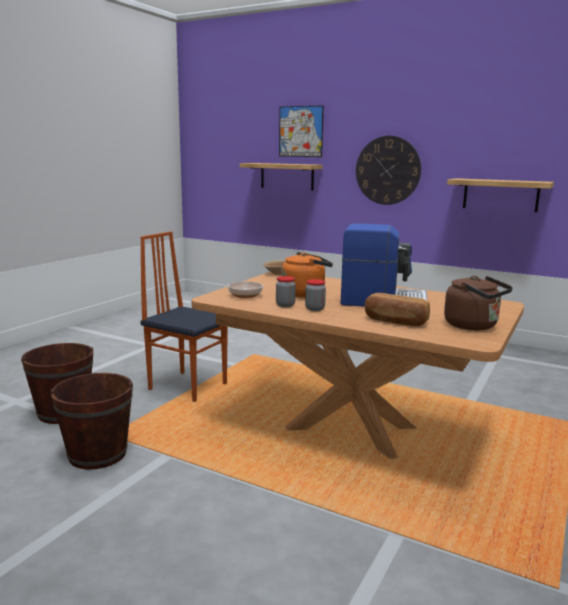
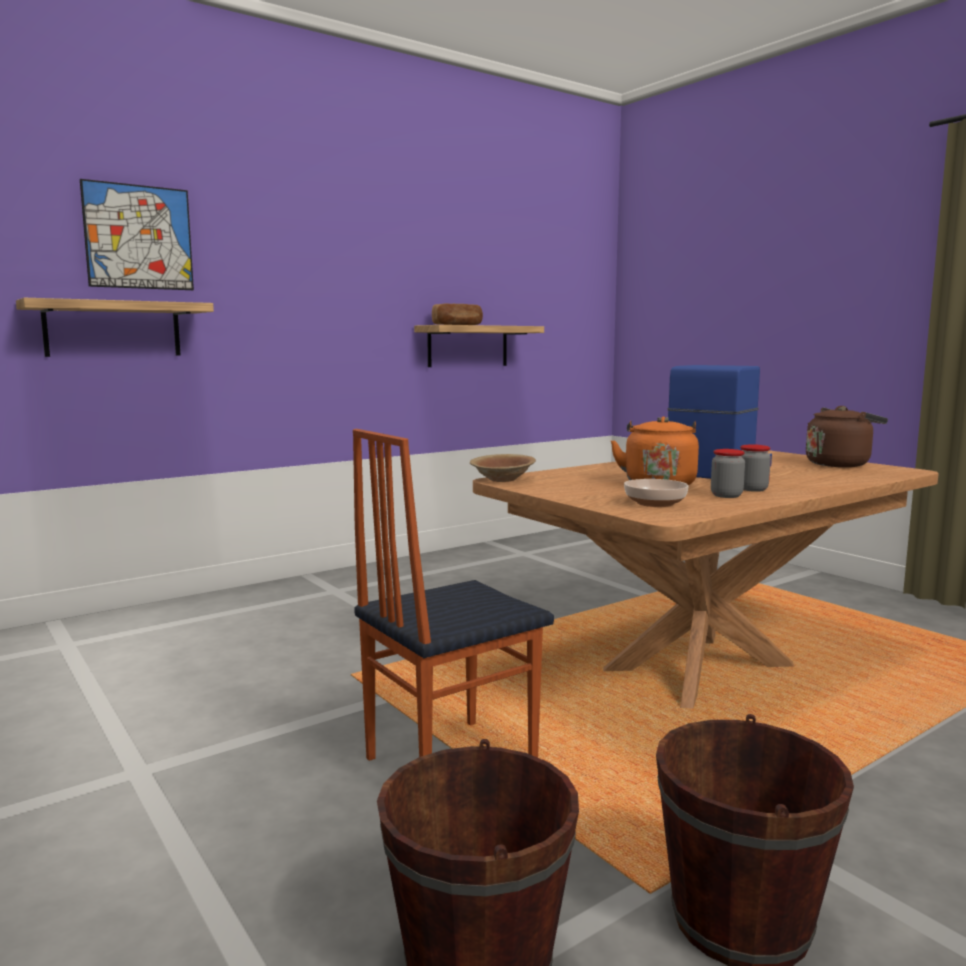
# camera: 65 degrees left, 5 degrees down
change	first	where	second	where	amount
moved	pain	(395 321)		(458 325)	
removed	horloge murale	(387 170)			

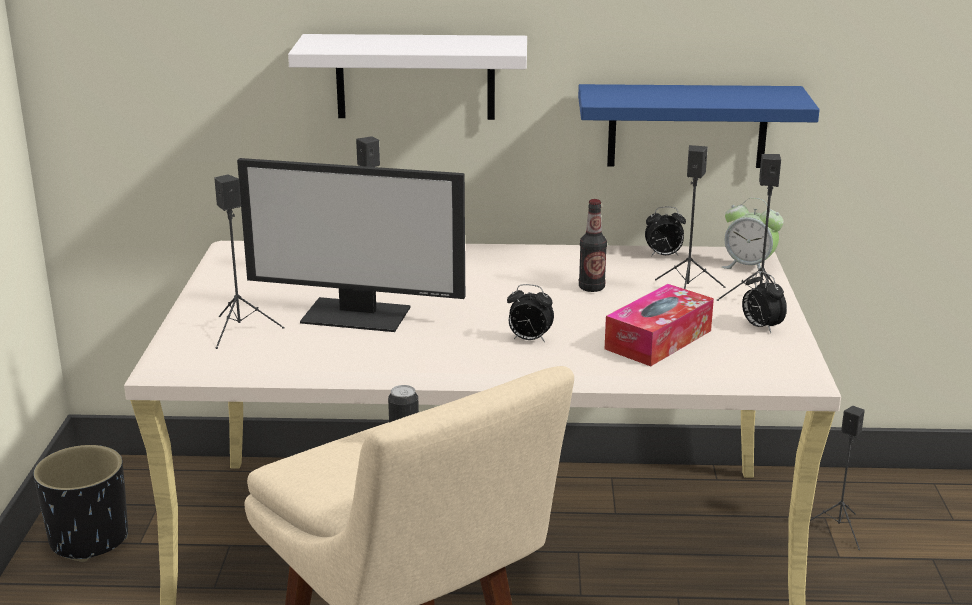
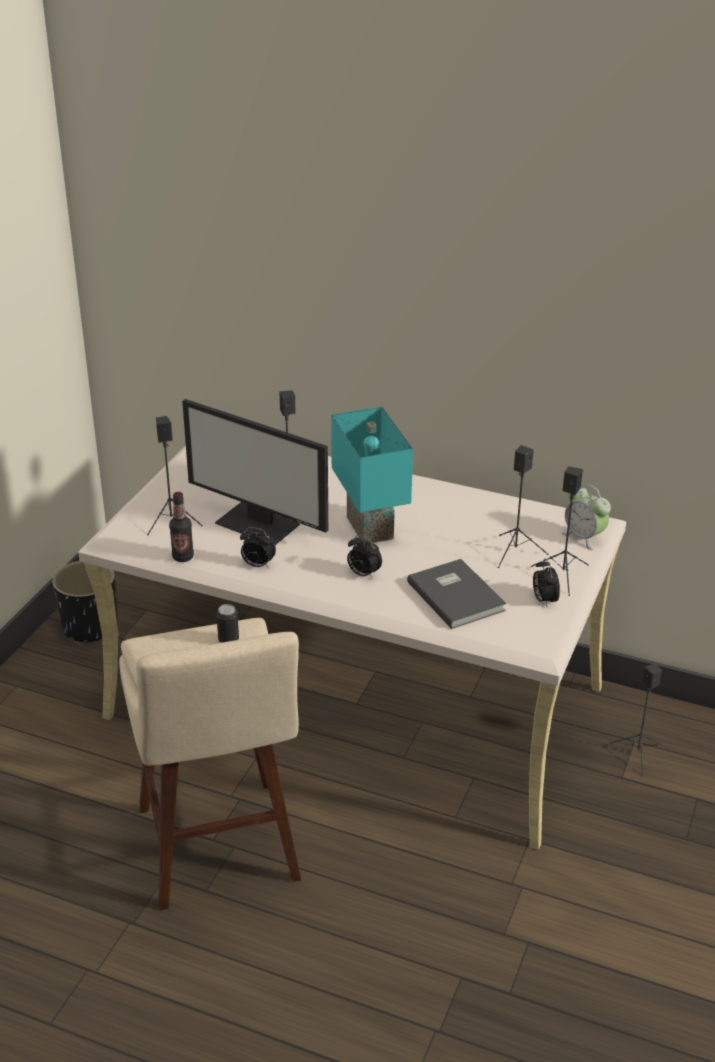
# camera: 20 degrees right, 10 degrees up
change	first	where	second	where	amount
moved	bouteille	(591 288)		(183 557)	
moved	réveil	(663 255)		(257 565)	
added			lampe de table (turquoise)	(366 528)	
replaced	boîte à mouchoirs	(658 340)	livre (gris)	(457 595)	
removed	étagère (blanc)	(415 76)			
removed	étagère (bleu)	(687 126)			

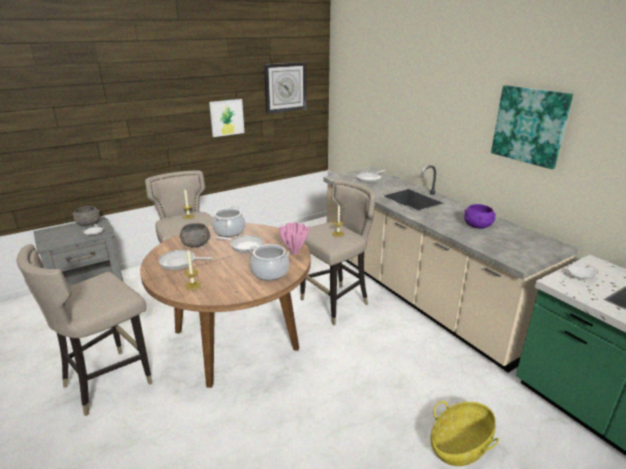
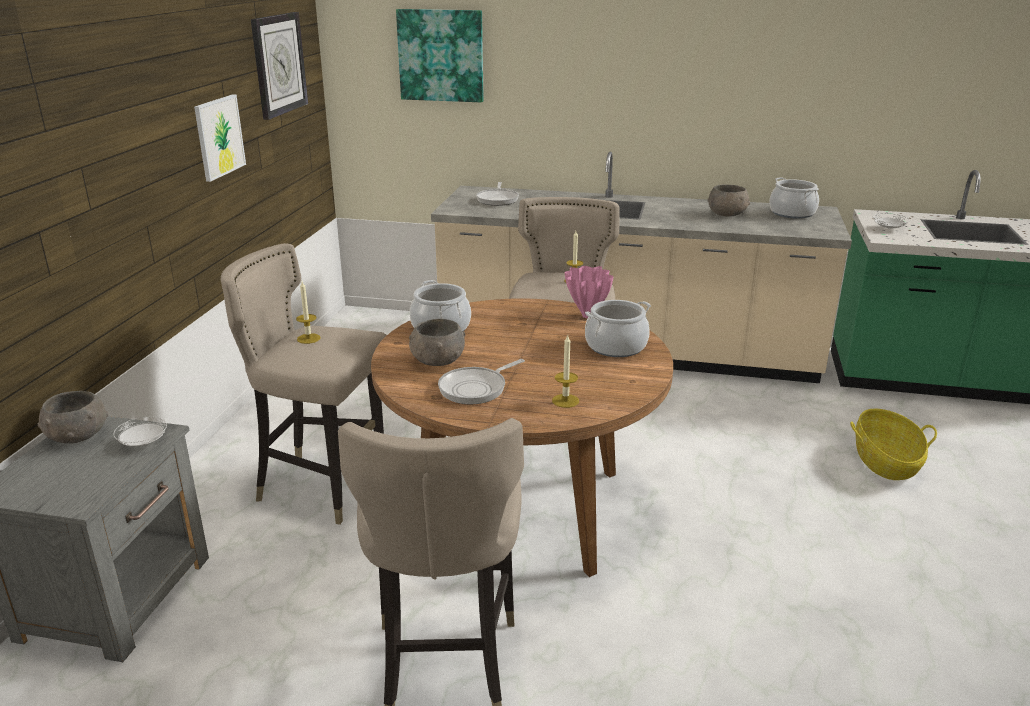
# camera: 45 degrees left, 0 degrees up
change	first	where	second	where	amount
moved	tableau	(530 125)		(441 55)	
recoloured	bol (violet)	(477 226)	bol (gris)	(727 214)	
added			marmite	(792 213)	
removed	poêle	(245 245)			

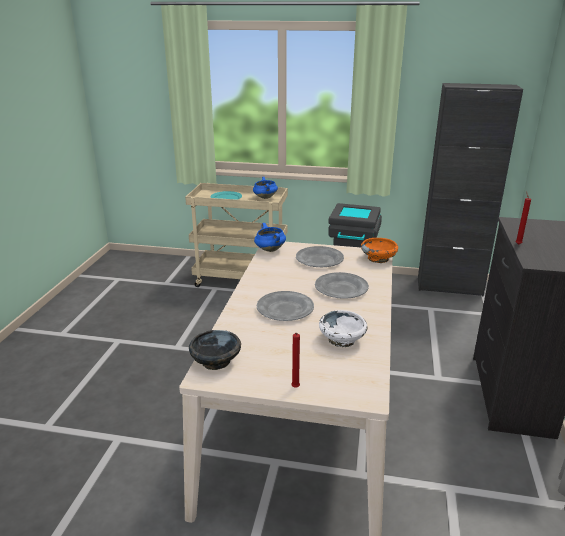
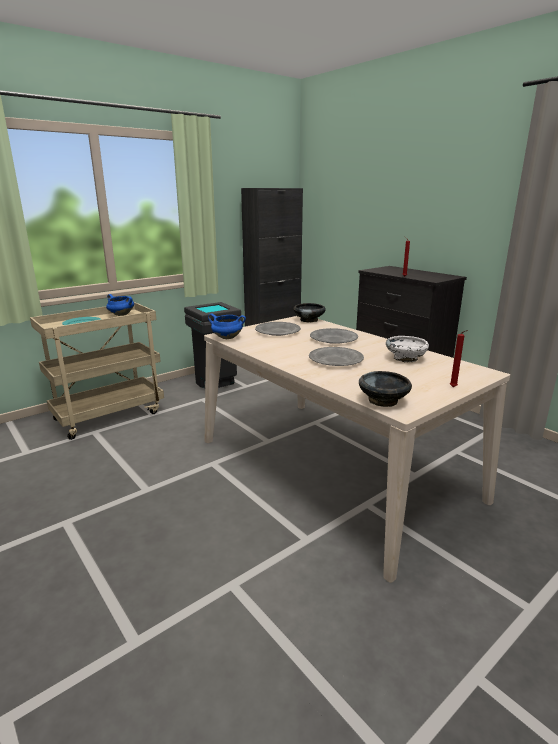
# camera: 50 degrees left, 5 degrees down
change	first	where	second	where	amount
recoloured	bol (orange)	(378 259)	bol (noir)	(309 320)	

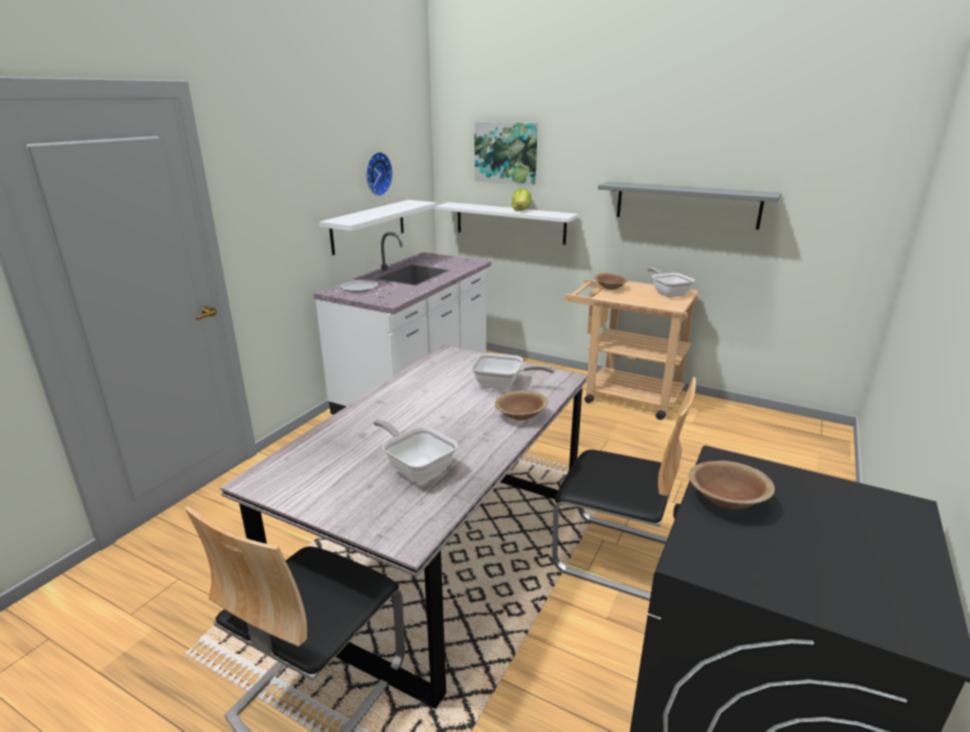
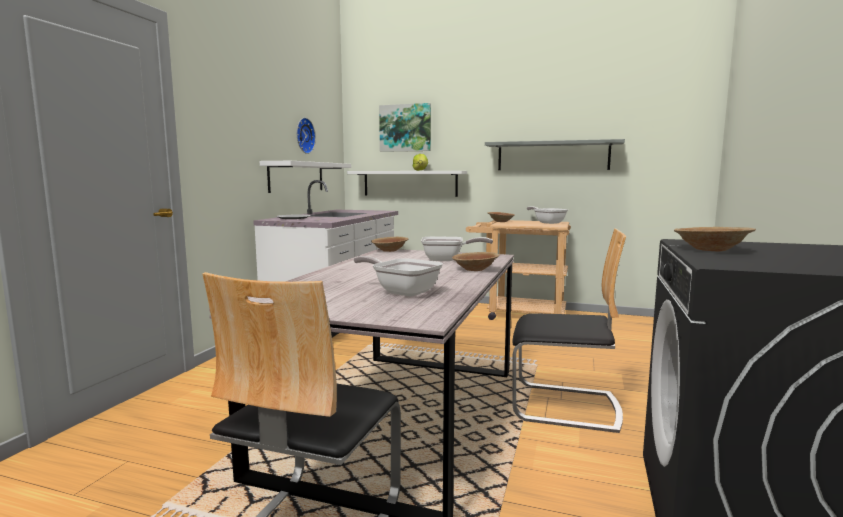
# camera: 10 degrees left, 15 degrees down
change	first	where	second	where	amount
added			bol (marron)	(389 250)	

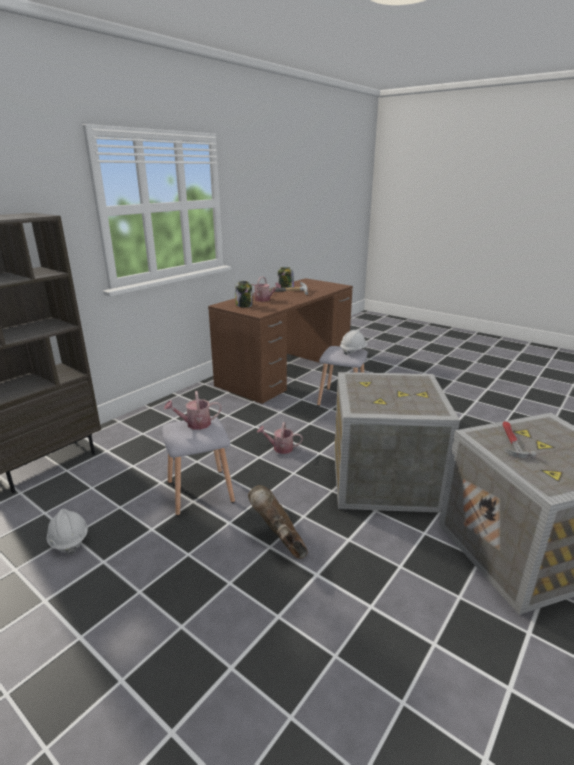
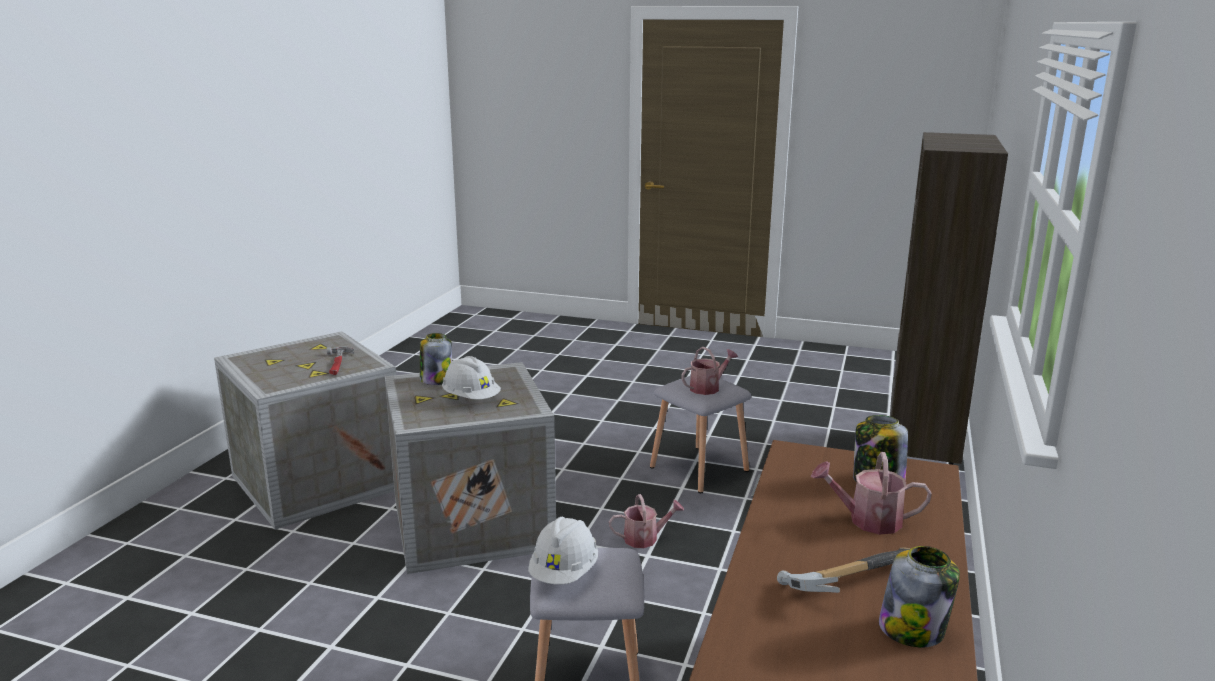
# camera: 160 degrees right, 5 degrees down
change	first	where	second	where	amount
added			bocal	(436 380)	
moved	casque de chantier (blanc)	(69 540)		(471 399)	
removed	botte (marron)	(279 541)			

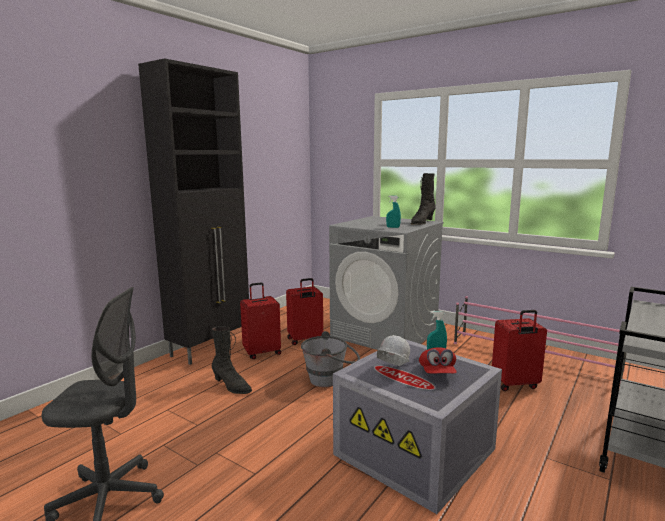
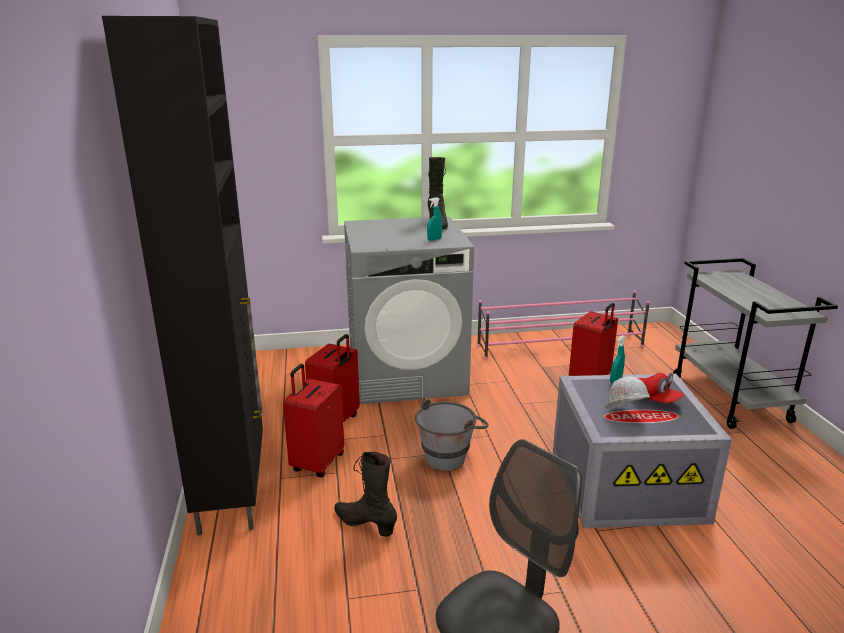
# camera: 45 degrees left, 10 degrees up
change	first	where	second	where	amount
turned	botte (noir)	(231 386)		(365 524)	135 degrees counterclockwise

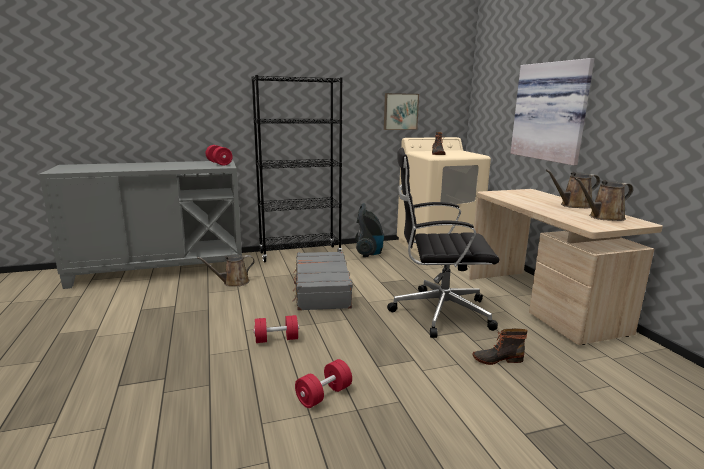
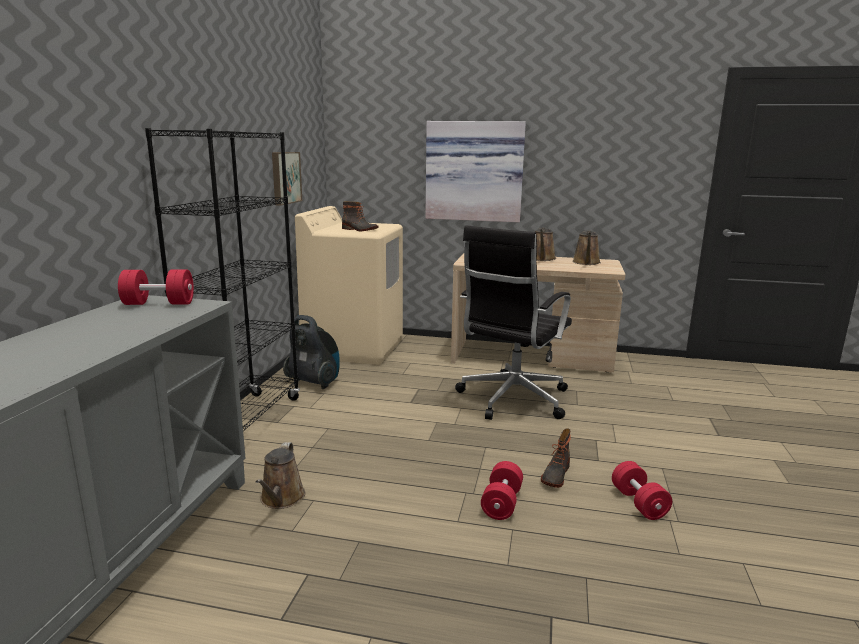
# camera: 60 degrees left, 0 degrees up
change	first	where	second	where	amount
moved	botte	(497 359)		(555 475)	
removed	valise (gris)	(321 289)			

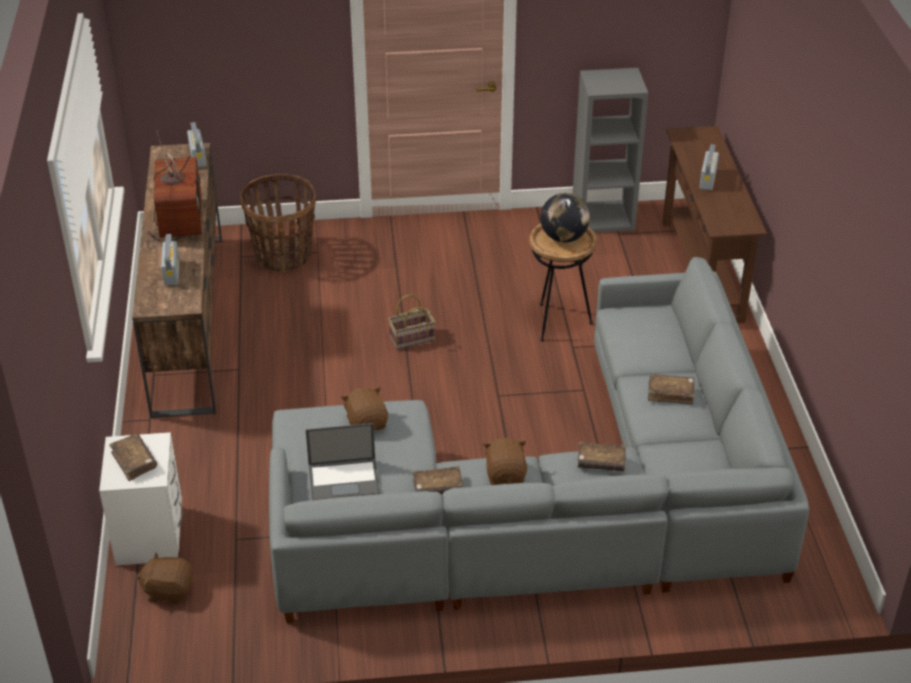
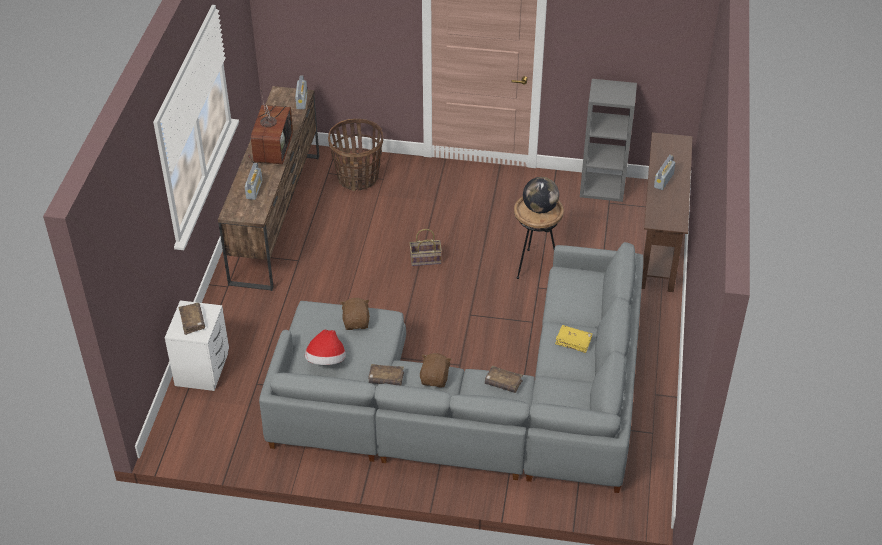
# camera: 15 degrees right, 5 degrees up
change	first	where	second	where	amount
replaced	ordinateur portable	(345 480)	chapeau	(326 360)	
recoloured	livre (marron)	(670 393)	livre (jaune)	(573 341)	
removed	peluche (marron)	(168 590)			

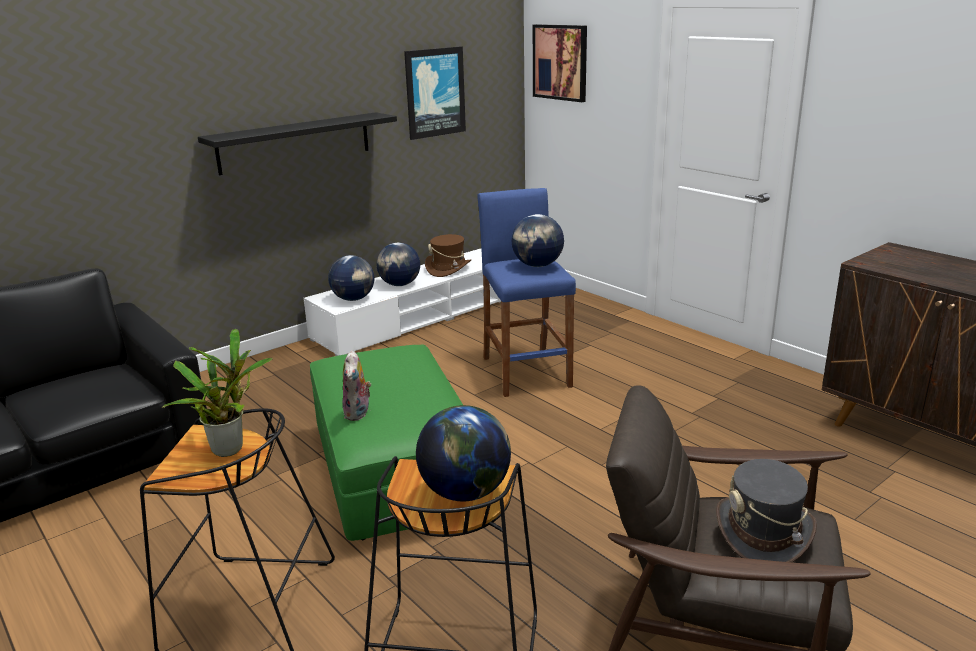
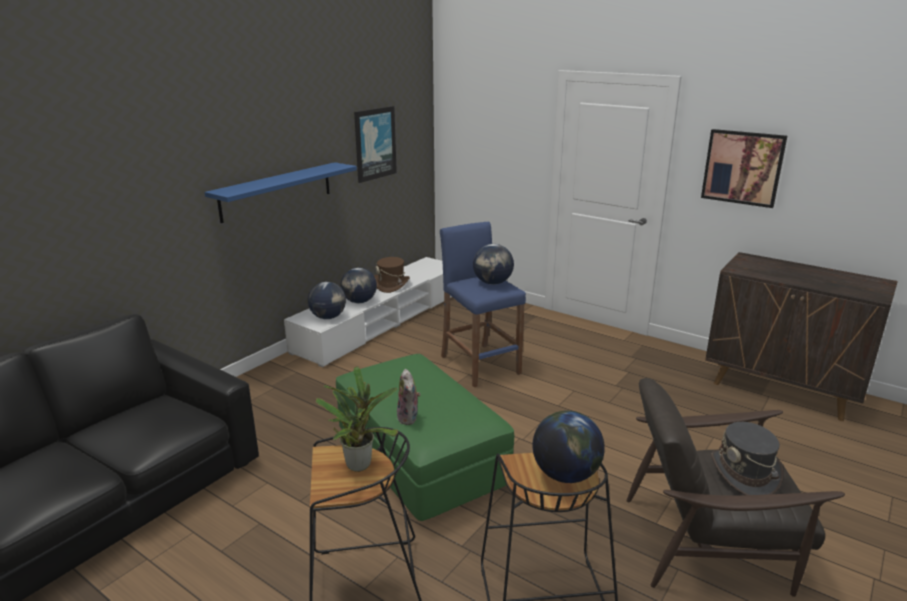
# camera: 15 degrees left, 0 degrees up
change	first	where	second	where	amount
recoloured	étagère (noir)	(295 142)	étagère (bleu)	(277 191)	
moved	tableau	(560 62)		(742 167)	

